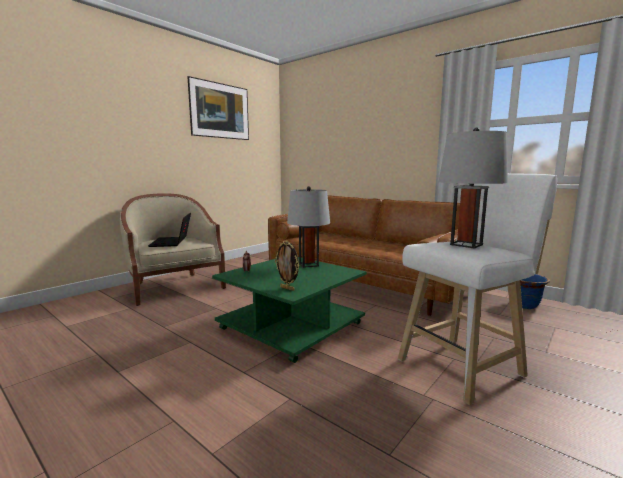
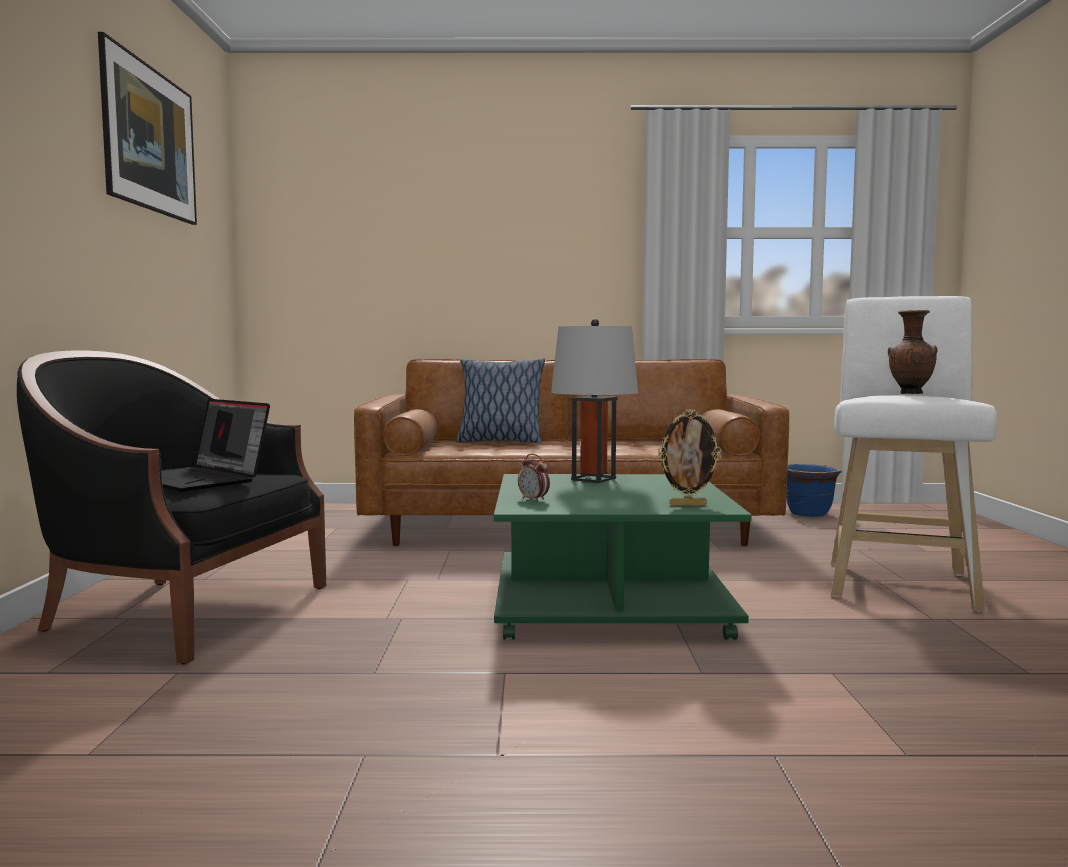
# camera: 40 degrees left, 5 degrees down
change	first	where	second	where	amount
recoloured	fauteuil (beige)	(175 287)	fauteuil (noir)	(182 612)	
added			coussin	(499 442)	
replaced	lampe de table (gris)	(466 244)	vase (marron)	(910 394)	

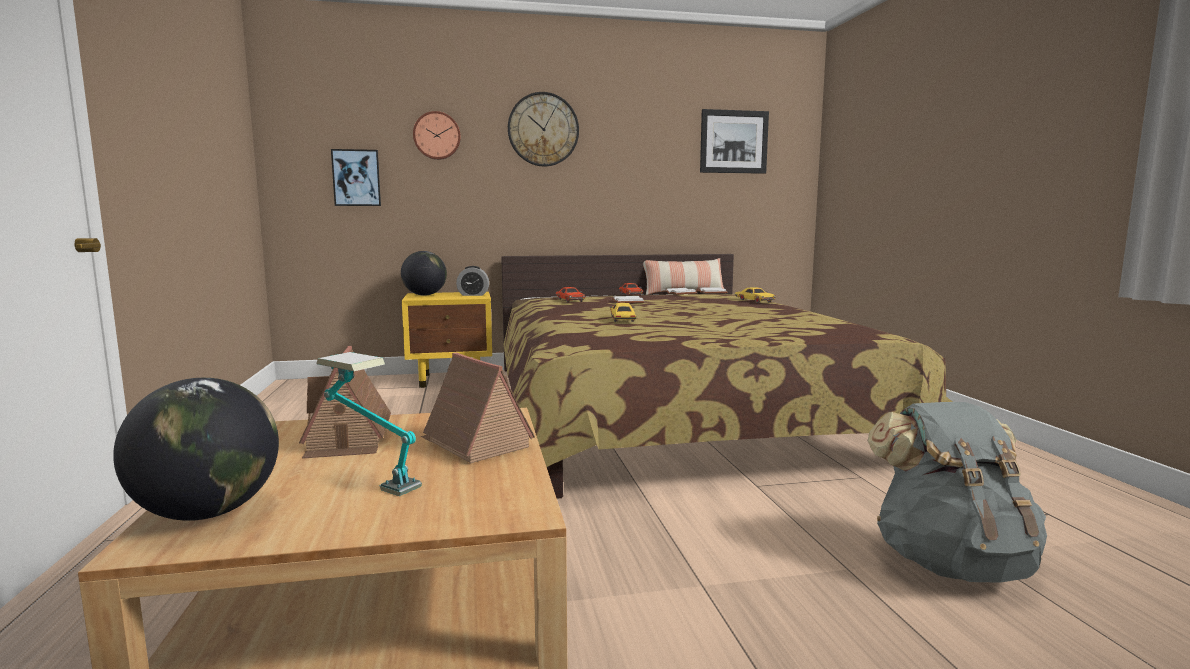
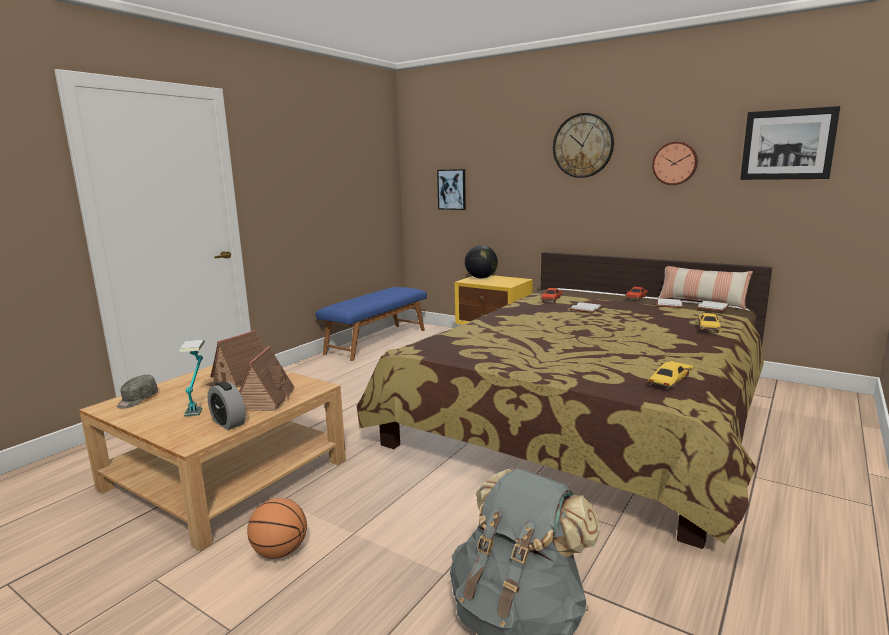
# camera: 45 degrees right, 5 degrees up
change	first	where	second	where	amount
replaced	globe	(208 513)	casquette (gris)	(137 400)	
moved	réveil	(473 295)		(228 423)	
added			ballon de basket	(280 552)	
added			banc (bleu)	(376 341)	
moved	petite voiture (jaune)	(622 319)		(669 381)	
moved	horloge murale	(437 136)		(675 163)	

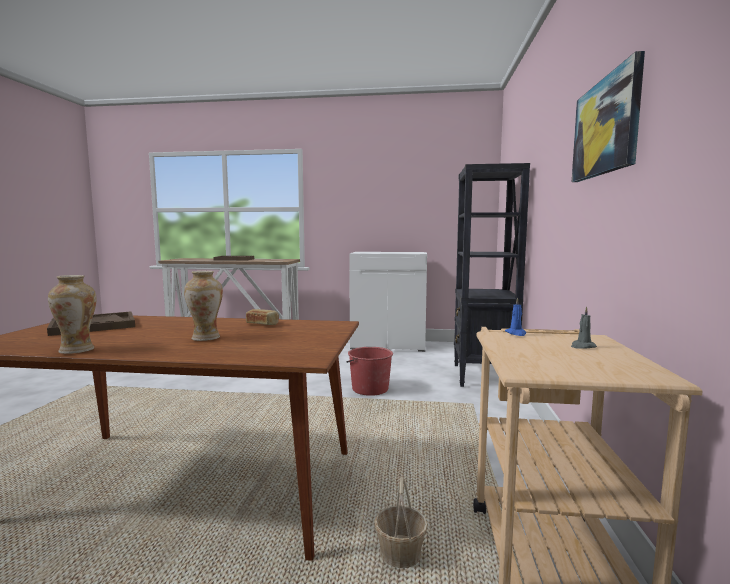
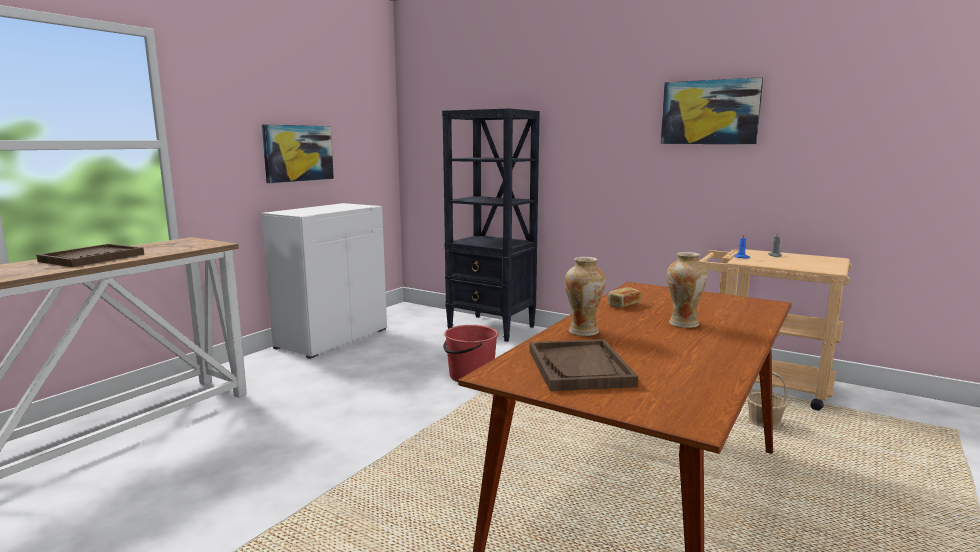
# camera: 65 degrees left, 5 degrees up
change	first	where	second	where	amount
added			tableau	(298 153)	
moved	vase	(77 350)		(583 331)	

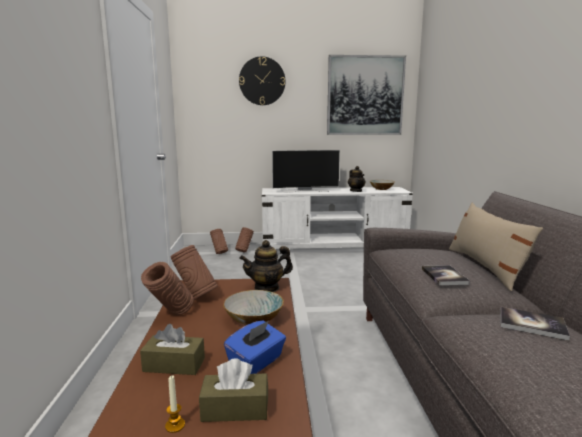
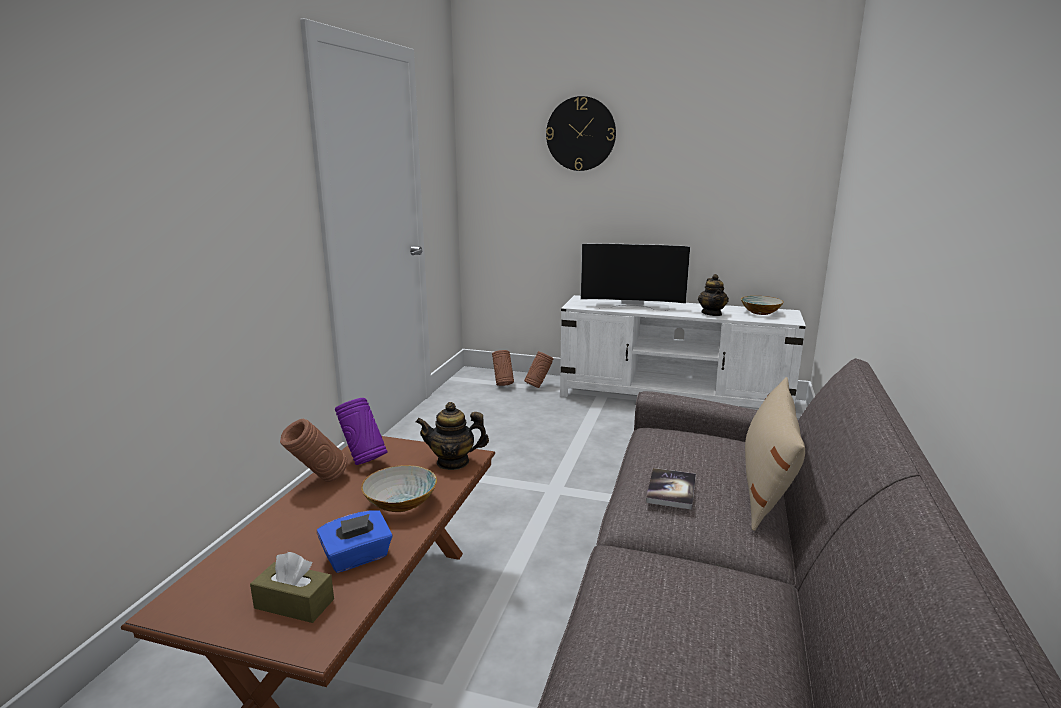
# camera: 20 degrees right, 5 degrees up
change	first	where	second	where	amount
recoloured	vase (marron)	(195 297)	vase (violet)	(363 460)	
removed	boîte à mouchoirs (marron)	(174 365)			
removed	bougie	(175 425)			
removed	tableau	(365 96)			
removed	livre	(532 324)			

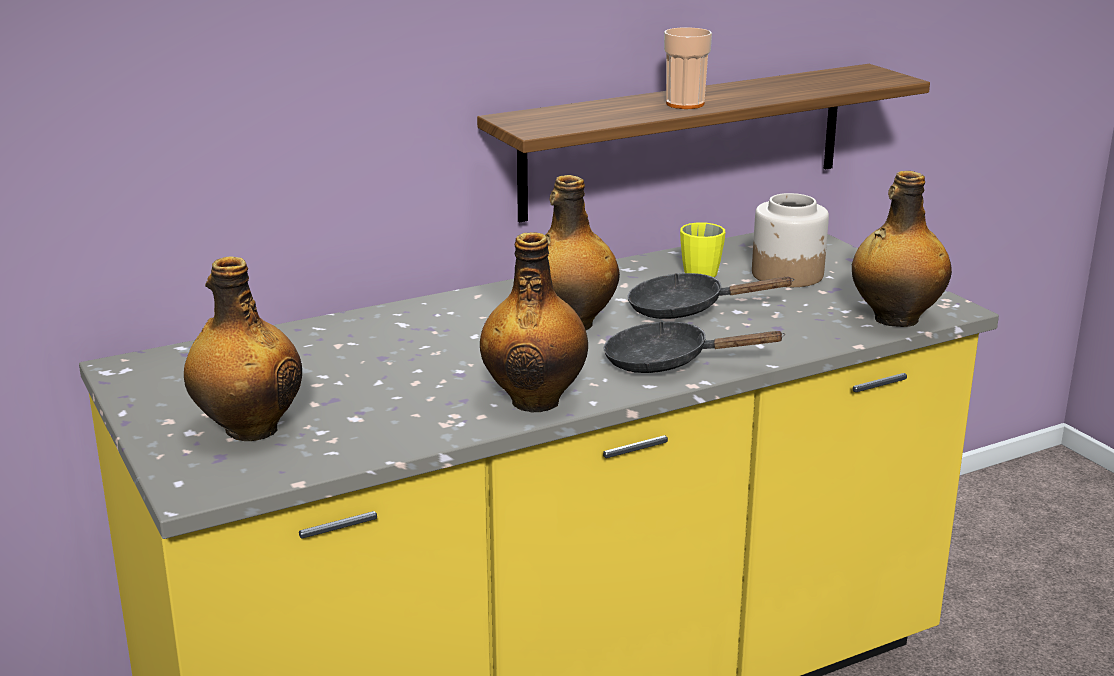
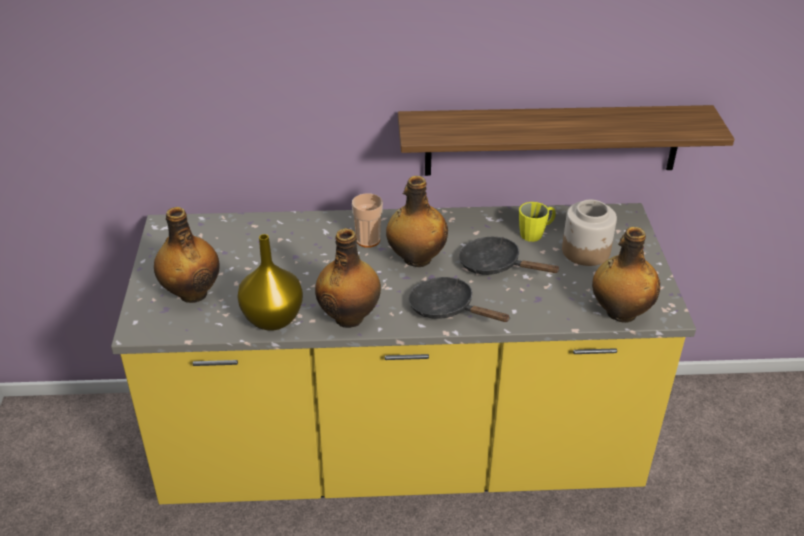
# camera: 25 degrees right, 15 degrees up
change	first	where	second	where	amount
added			vase (jaune)	(272 318)	
moved	tasse	(685 104)		(368 240)	

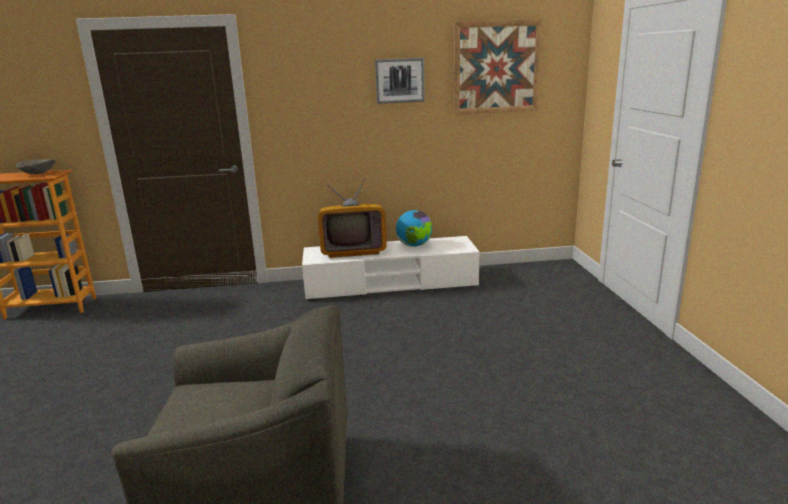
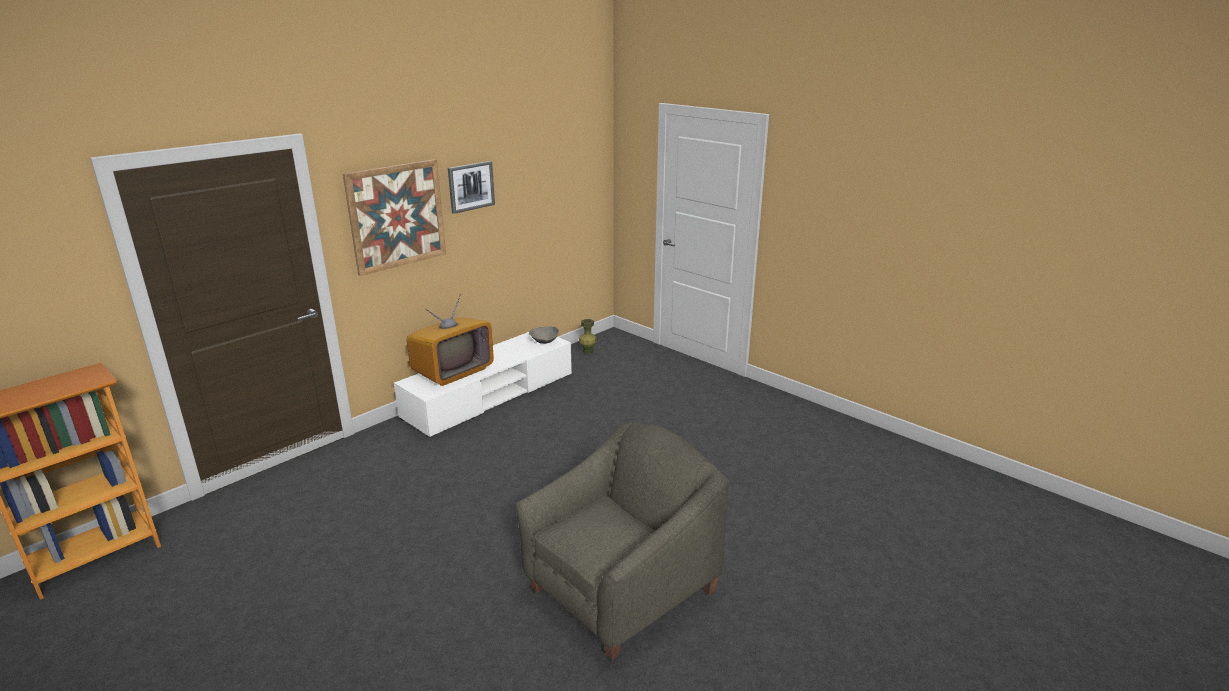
# camera: 40 degrees left, 5 degrees up
change	first	where	second	where	amount
moved	tableau	(496 67)		(397 216)	
moved	bol (gris)	(38 173)		(544 342)	
added			vase (vert)	(588 351)	
removed	globe	(414 246)			

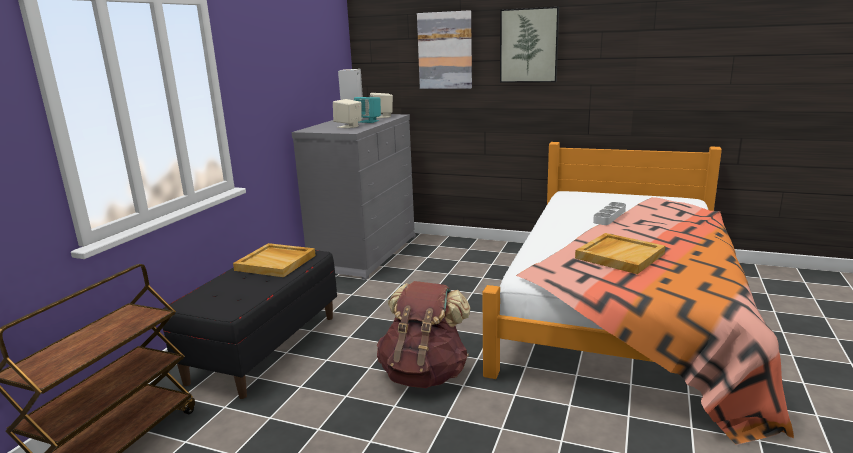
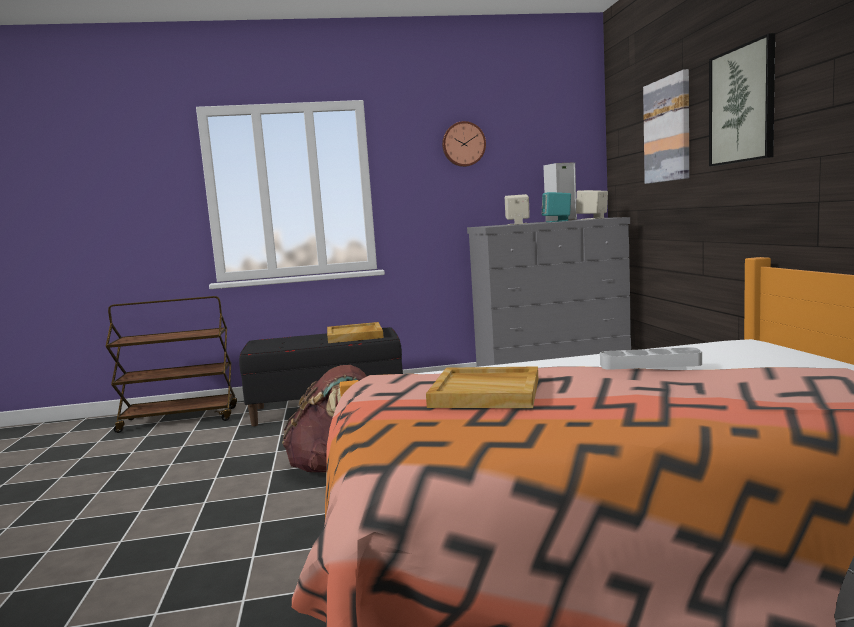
# camera: 60 degrees right, 10 degrees down
change	first	where	second	where	amount
added			horloge murale	(463 144)	

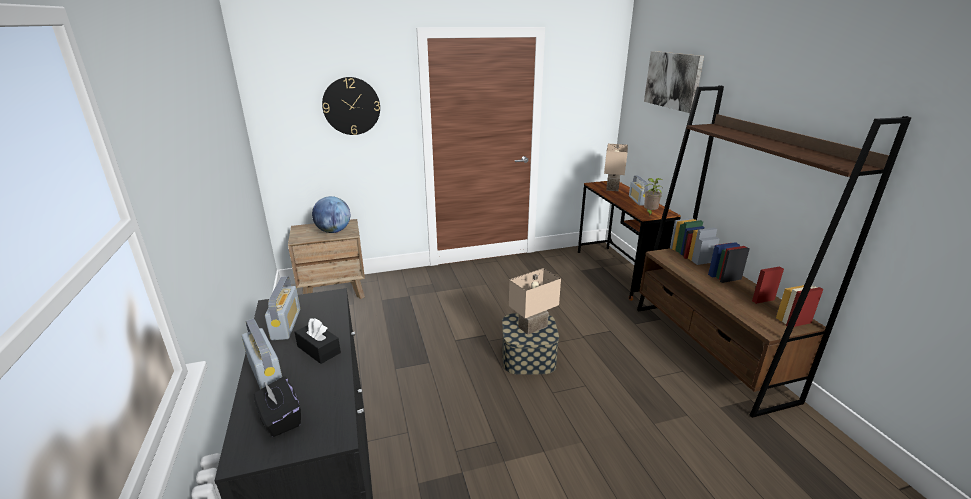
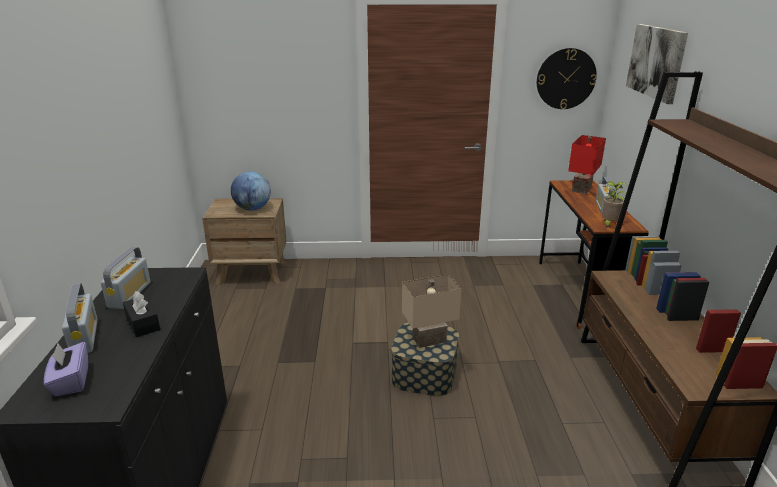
# camera: 15 degrees right, 0 degrees up
change	first	where	second	where	amount
recoloured	boîte à mouchoirs (noir)	(280 419)	boîte à mouchoirs (violet)	(71 381)	
moved	horloge murale	(351 106)		(566 79)	
recoloured	lampe de table (beige)	(611 187)	lampe de table (rouge)	(580 189)	

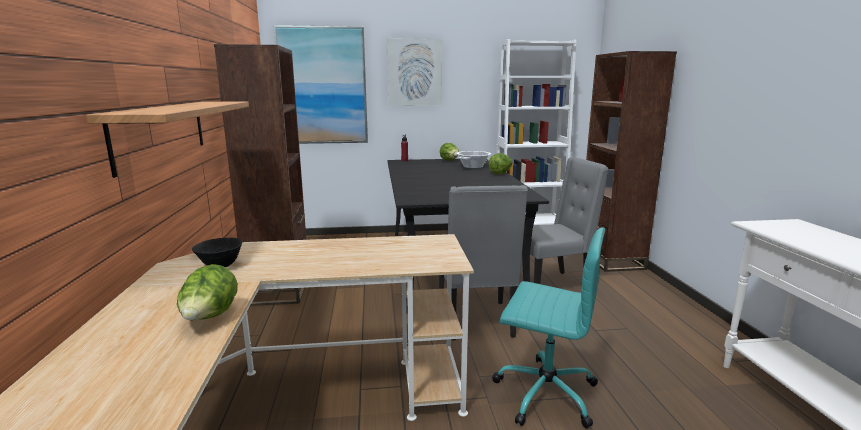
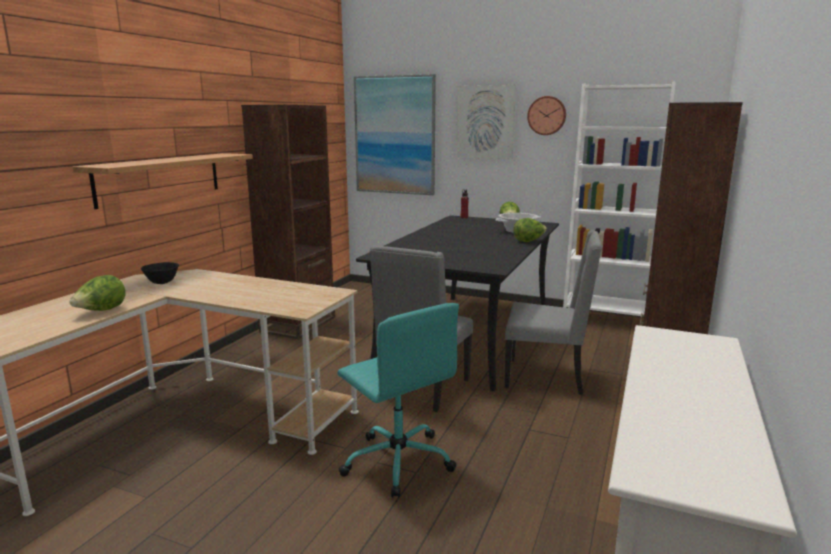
# camera: 30 degrees right, 0 degrees up
change	first	where	second	where	amount
added			horloge murale	(547 115)	

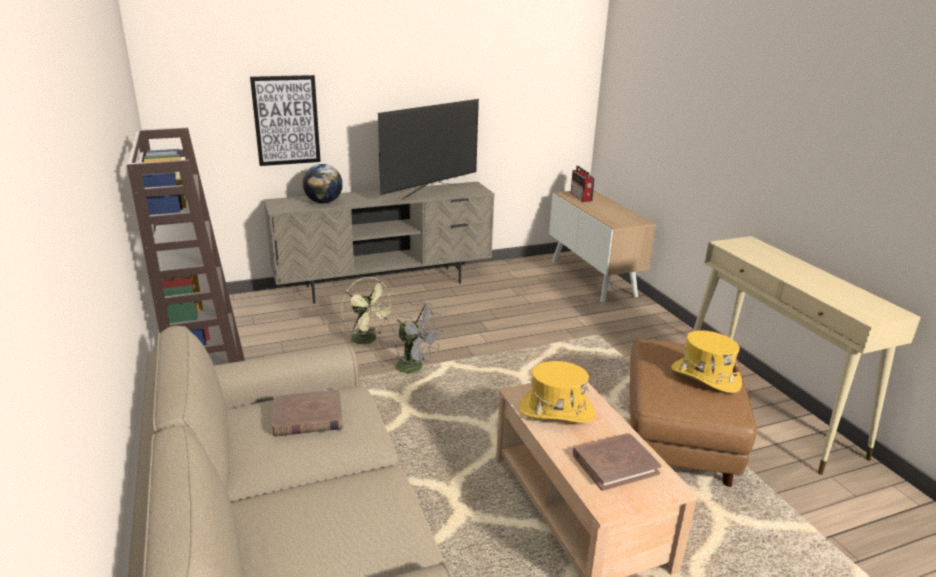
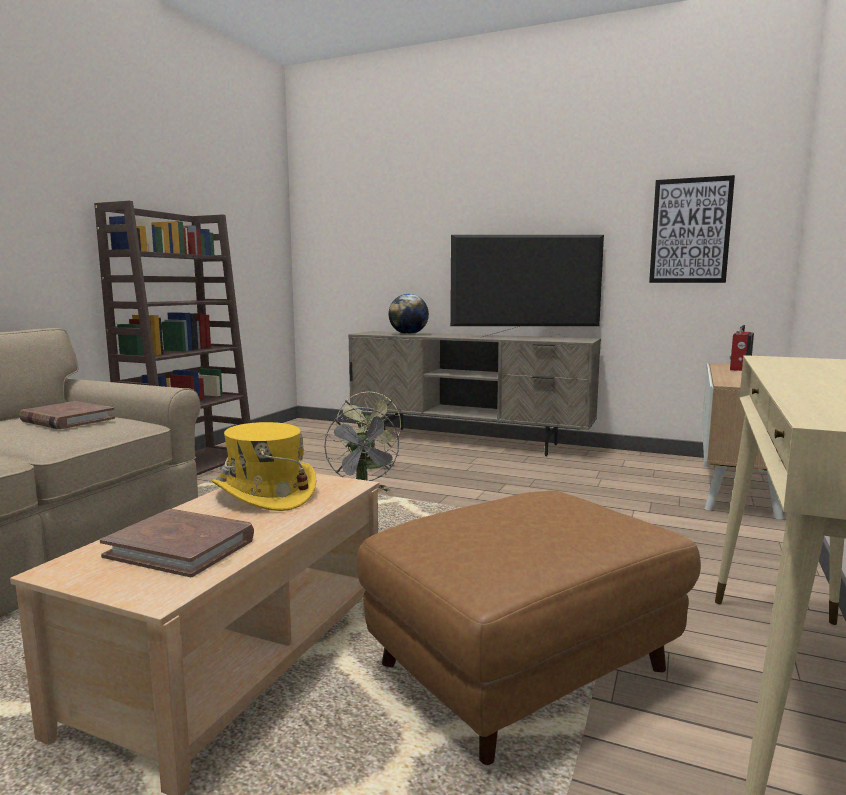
# camera: 45 degrees right, 15 degrees down
change	first	where	second	where	amount
moved	tableau	(286 120)		(690 231)	
removed	chapeau (jaune)	(705 377)			

